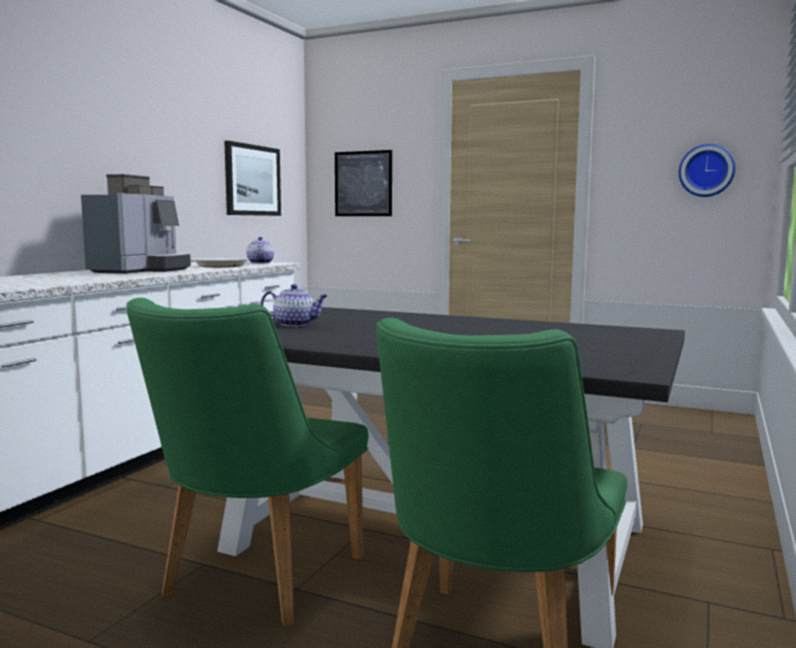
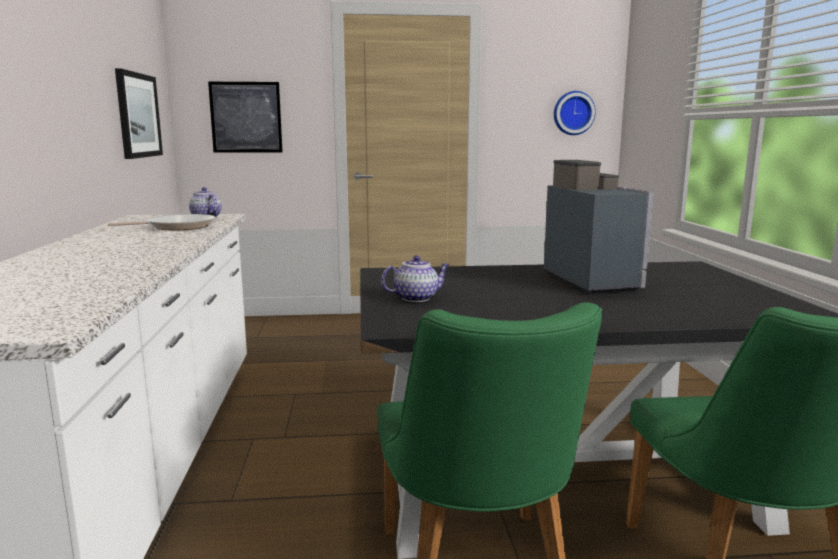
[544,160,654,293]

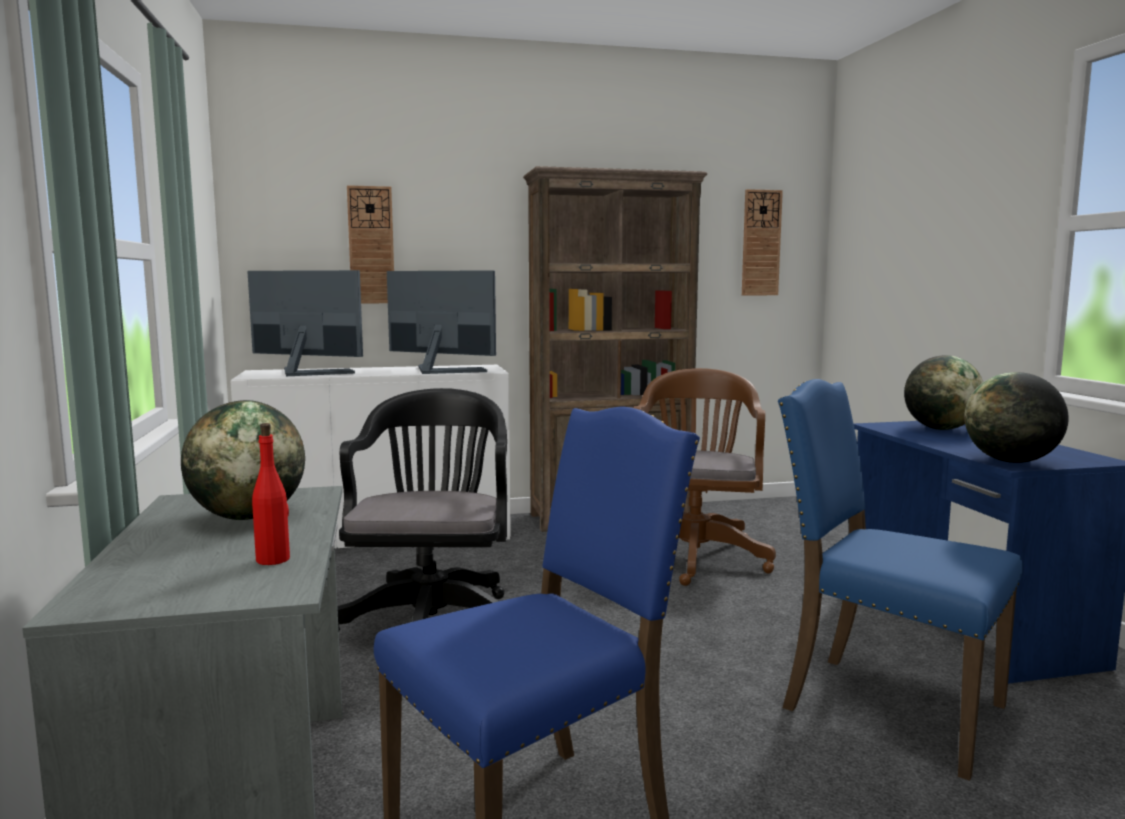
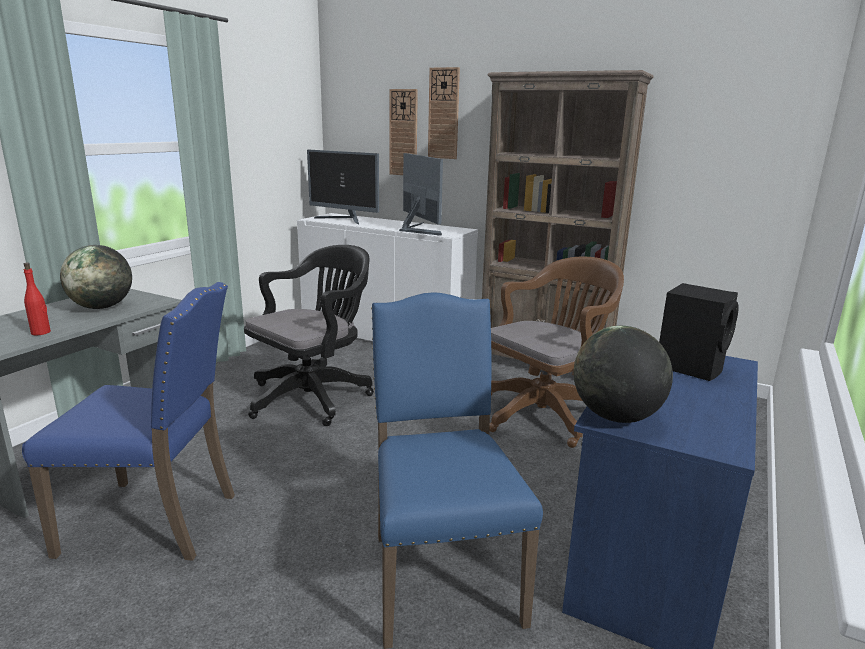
[428,67,460,159]
[659,283,738,381]
[307,150,379,225]

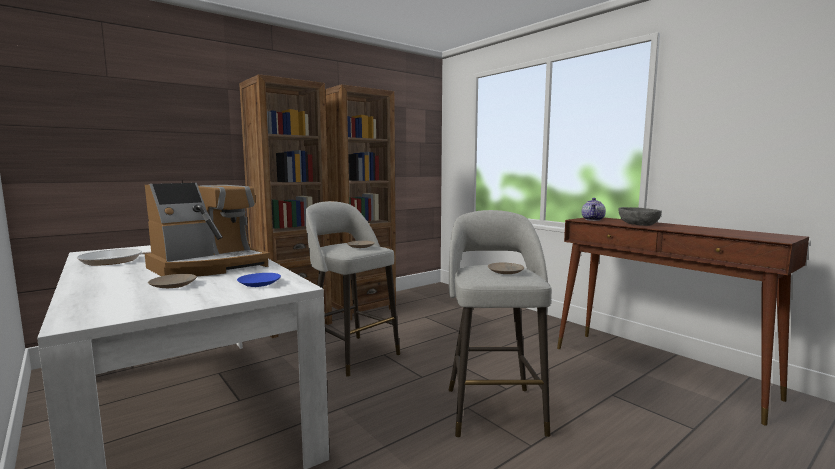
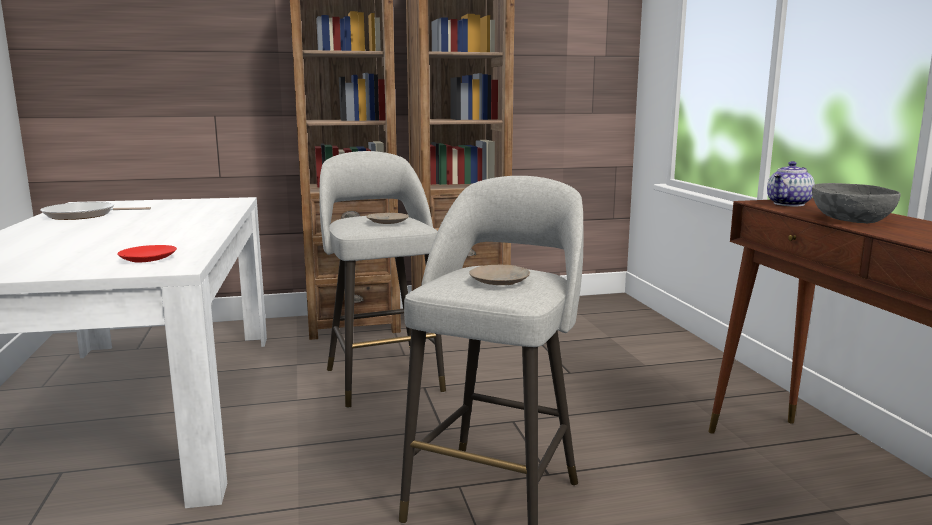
[145,183,270,276] (first image)
[148,274,197,288] (first image)
[117,245,177,263]

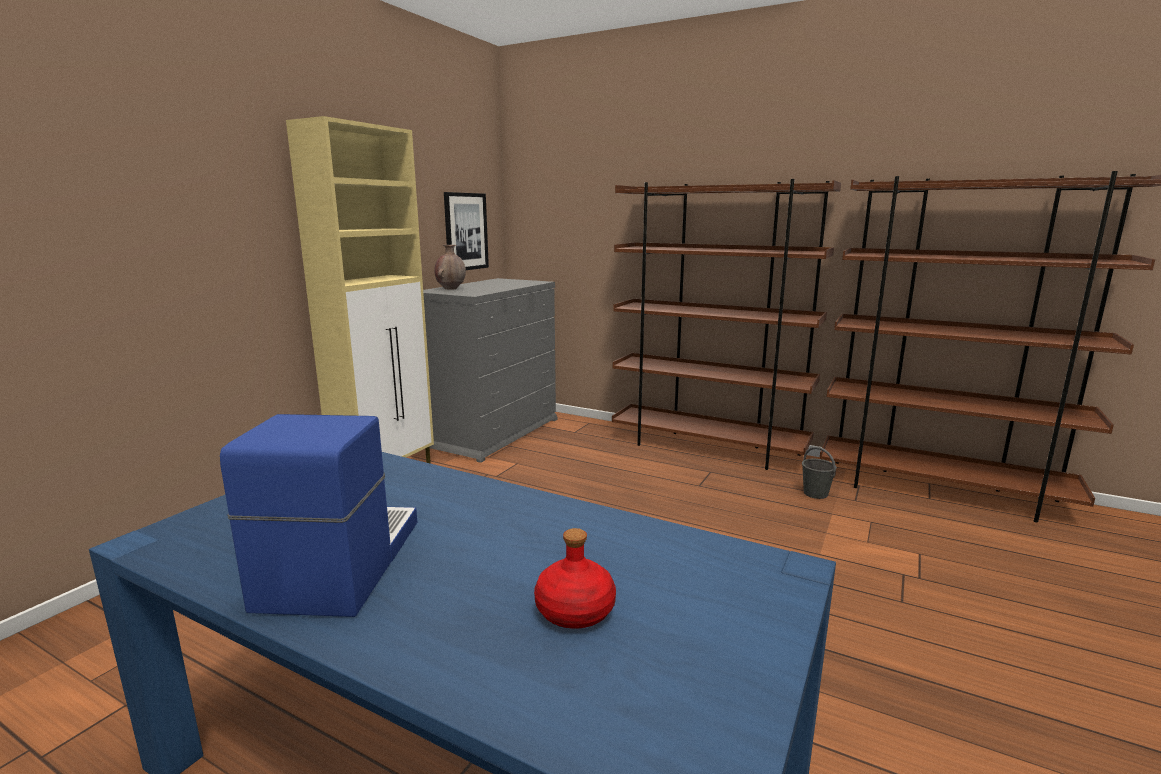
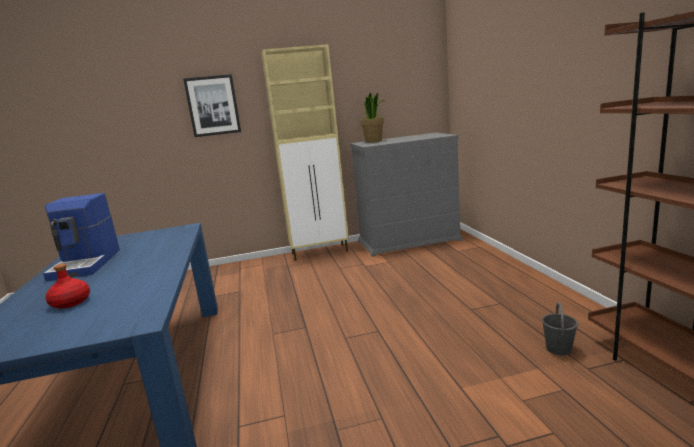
[612,179,841,470] (first image)
[183,74,241,137]
[360,93,386,143]
[43,193,120,281]

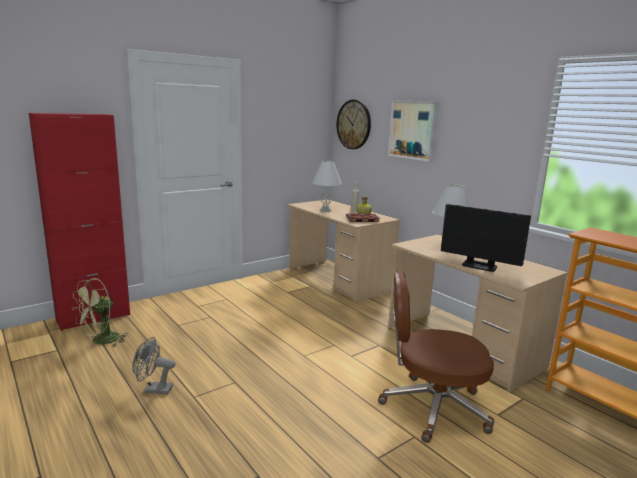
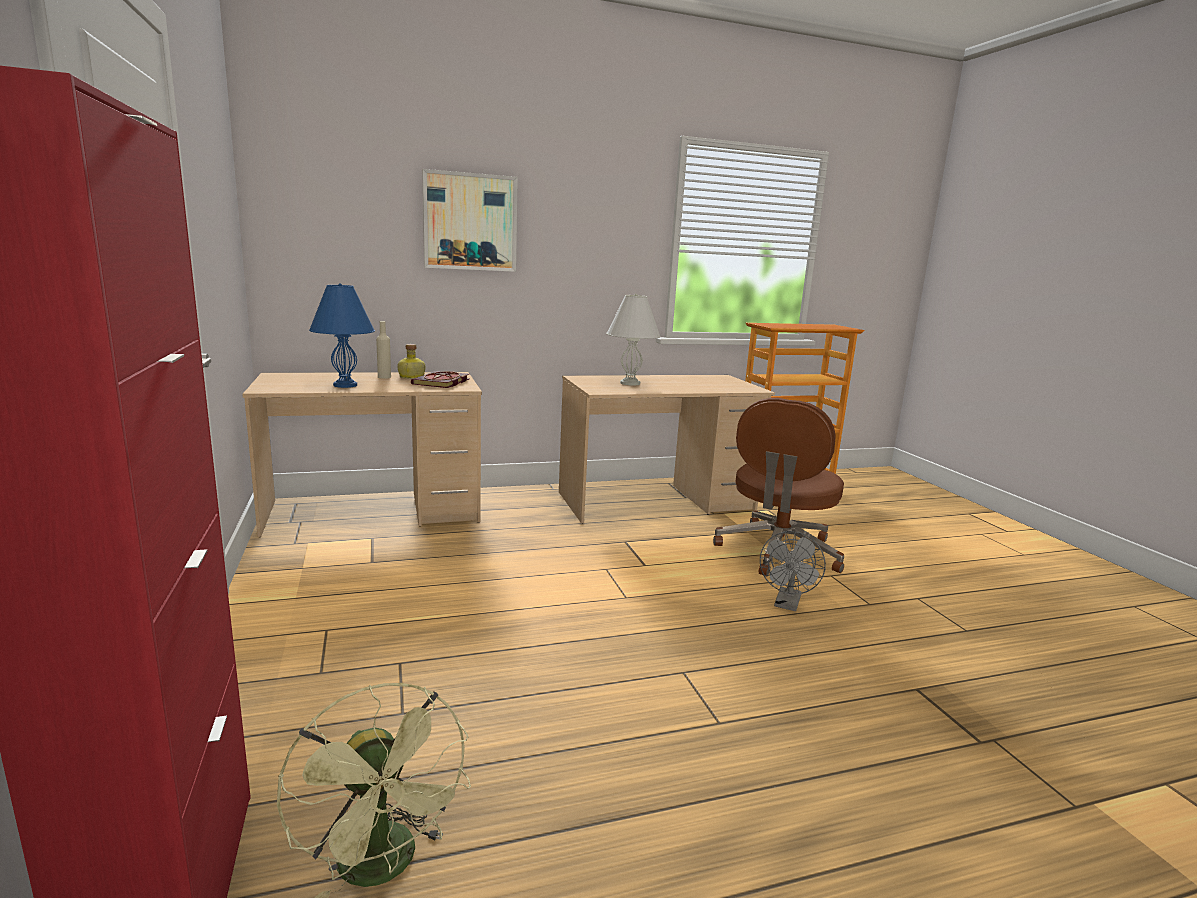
[337,99,371,149] (first image)
[441,204,531,272] (first image)
[760,531,826,611]
[309,283,375,388]

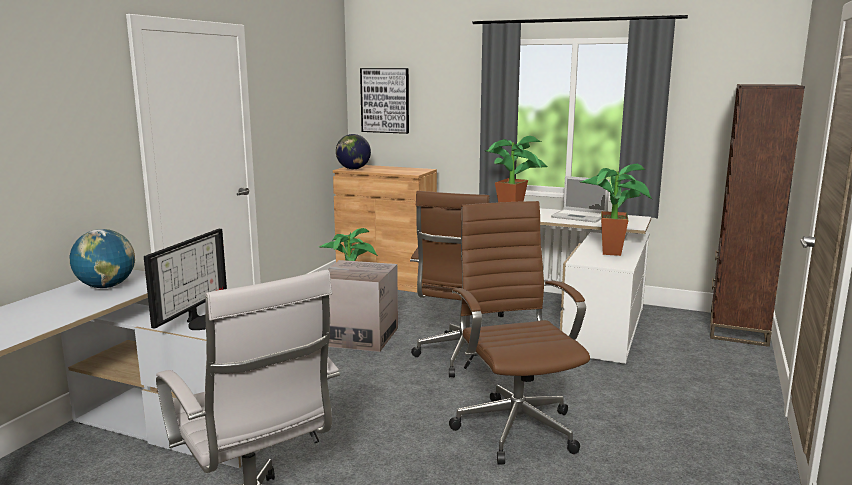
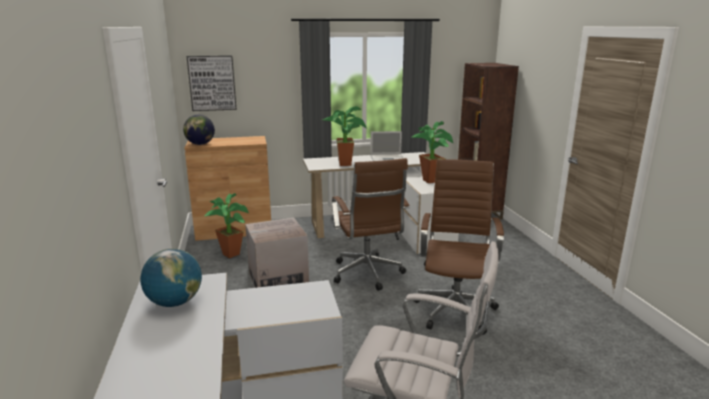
[144,229,227,330] (first image)
[414,159,504,335]

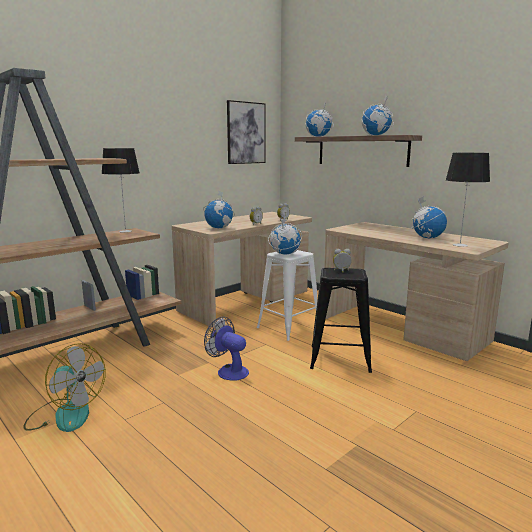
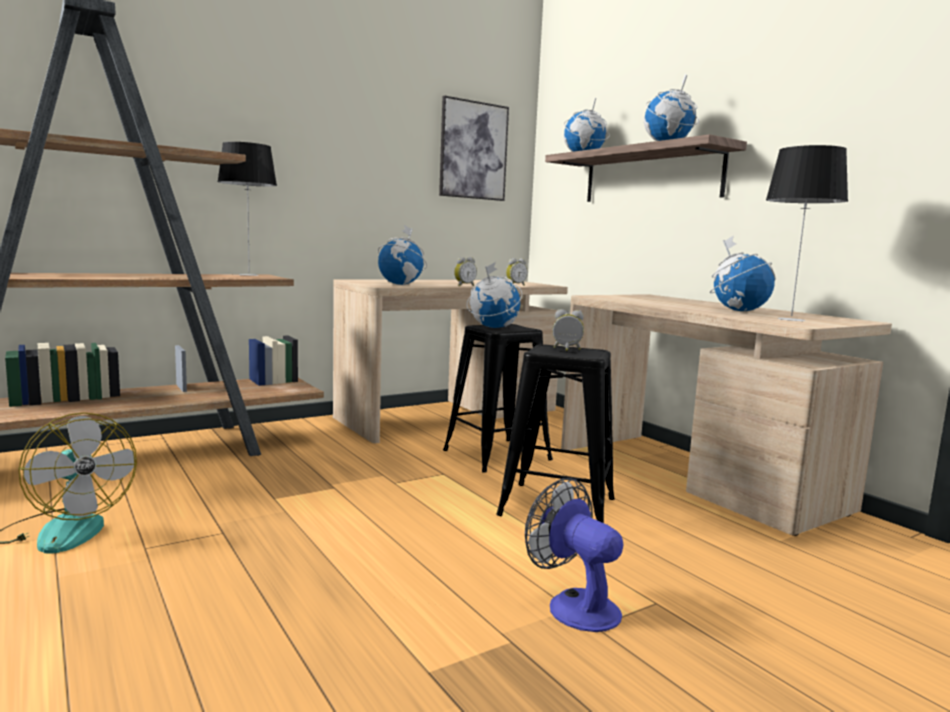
[525,478,624,632]
[443,324,553,473]

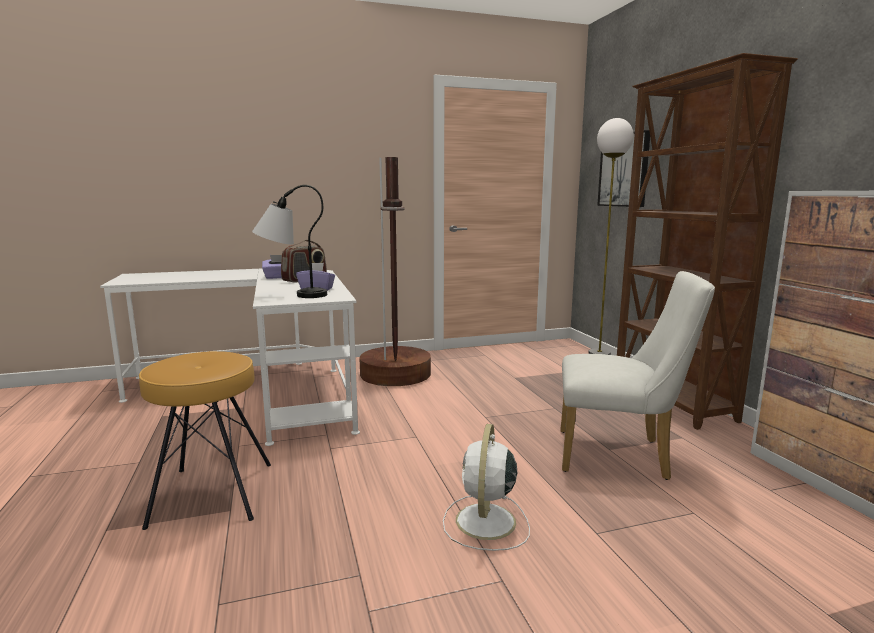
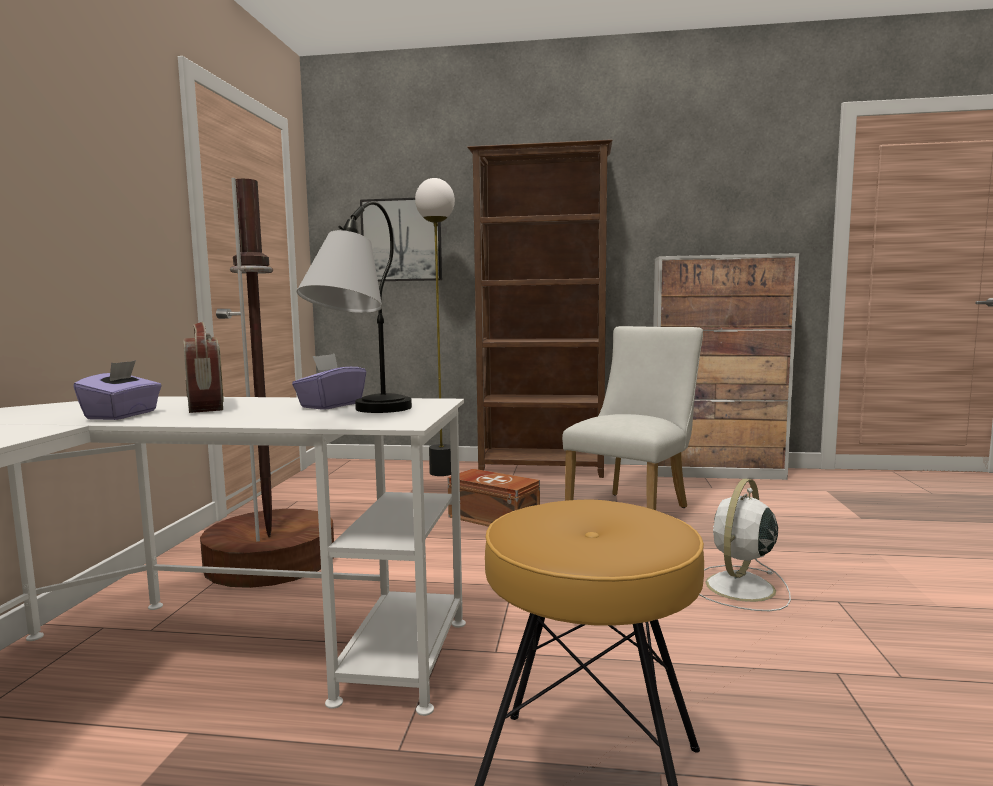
[448,469,540,527]
[699,479,791,611]

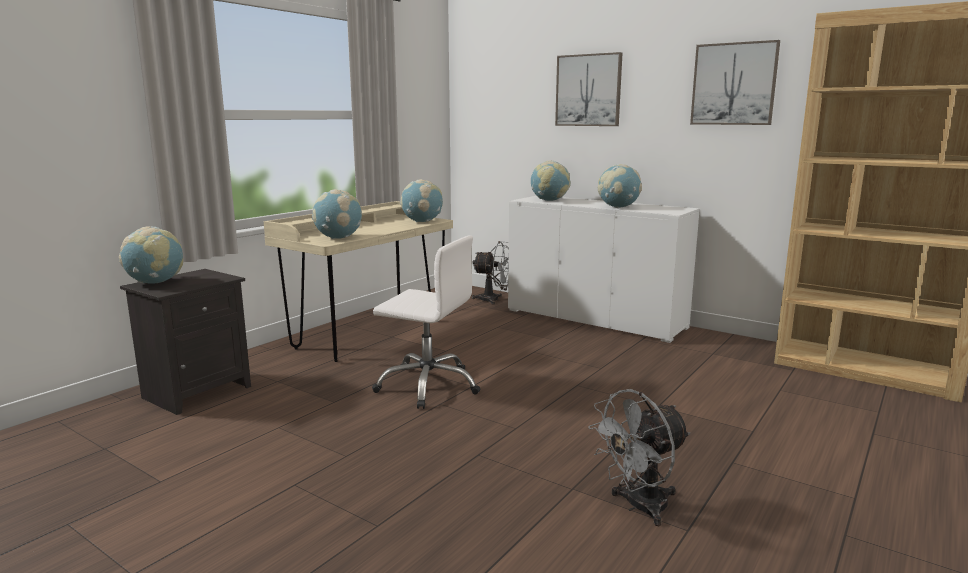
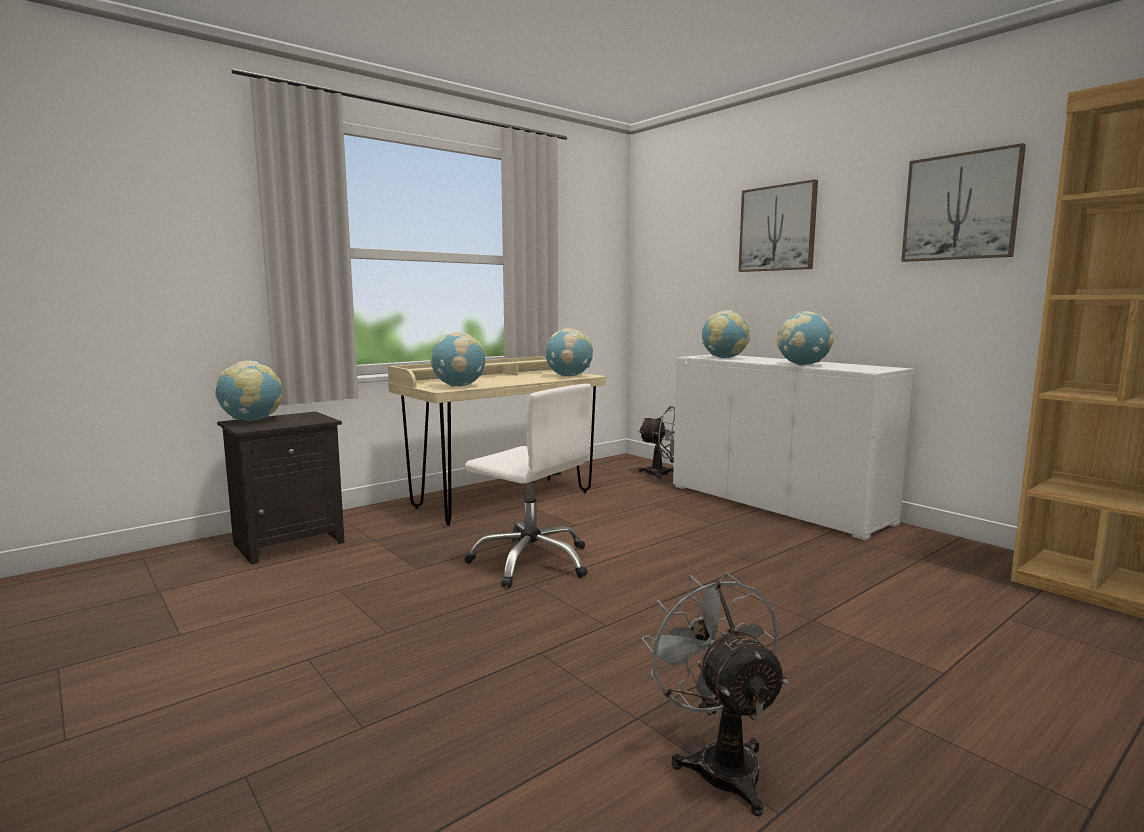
[642,573,788,816]

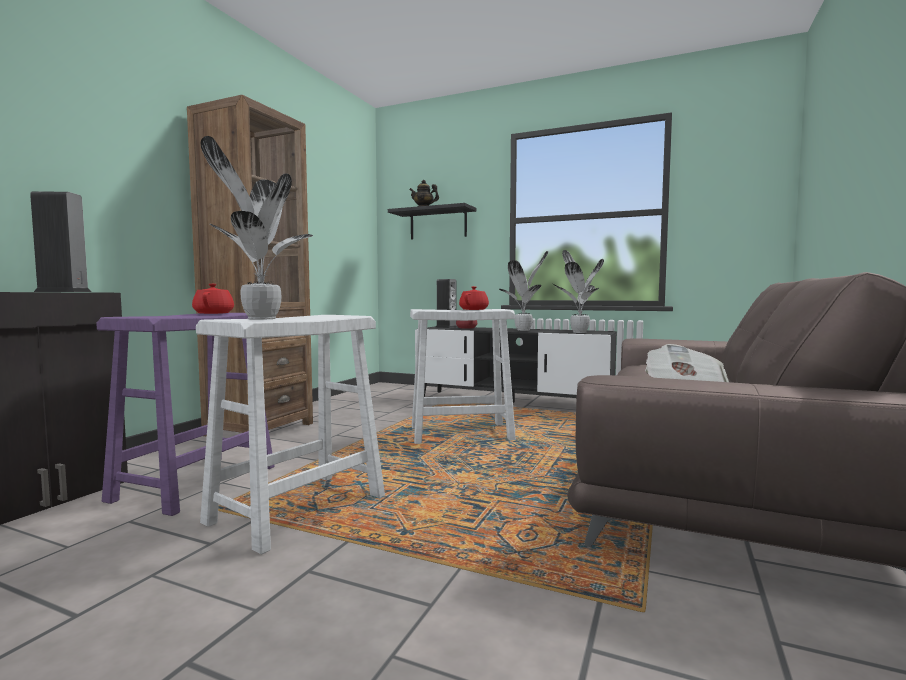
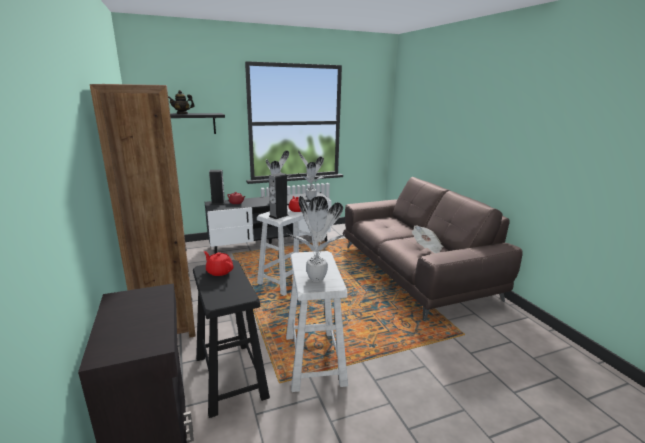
[269,173,289,219]
[193,260,270,418]

